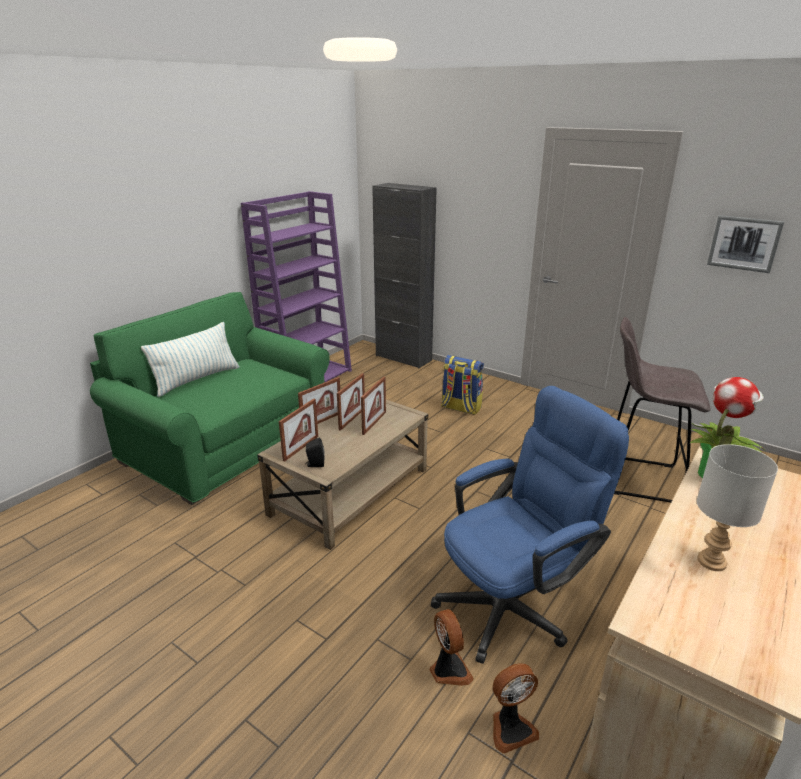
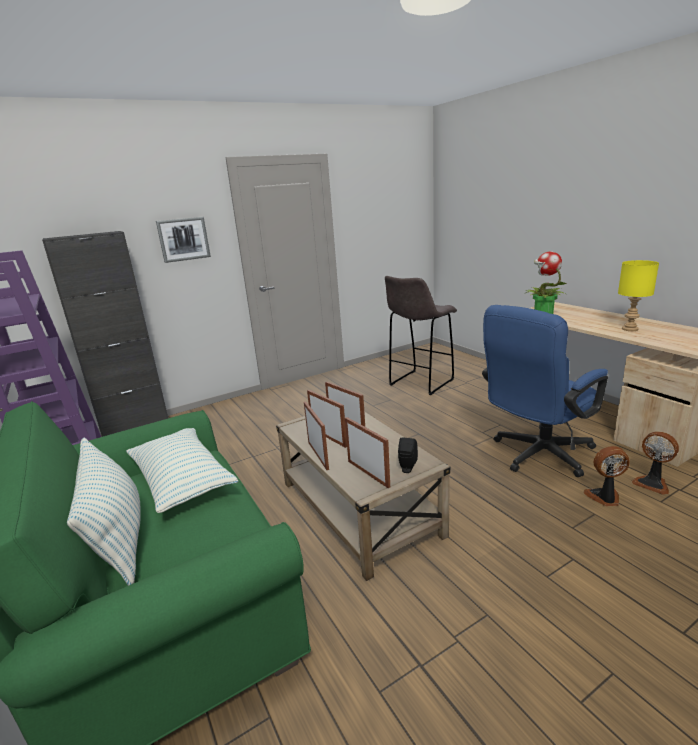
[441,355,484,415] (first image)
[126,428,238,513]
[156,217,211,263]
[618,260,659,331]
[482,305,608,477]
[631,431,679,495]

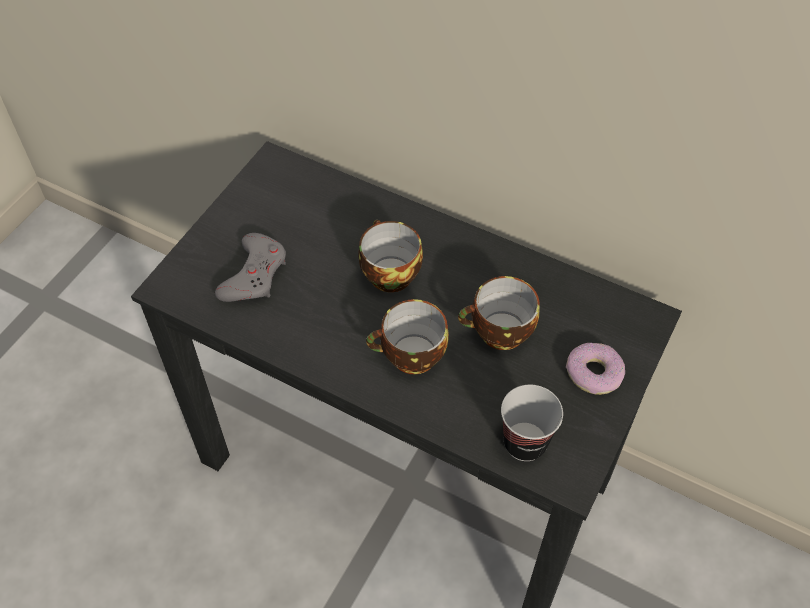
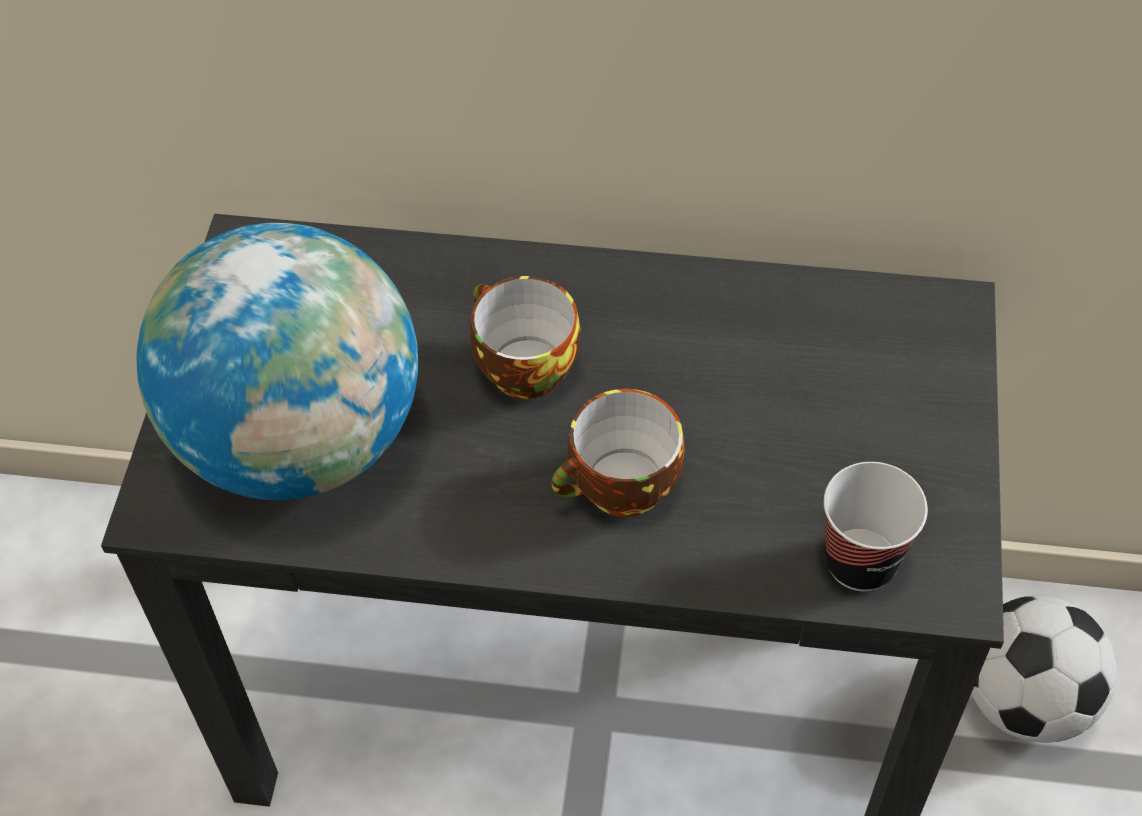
[458,276,540,350] (first image)
[566,342,625,395] (first image)
[971,596,1117,743]
[136,223,418,500]

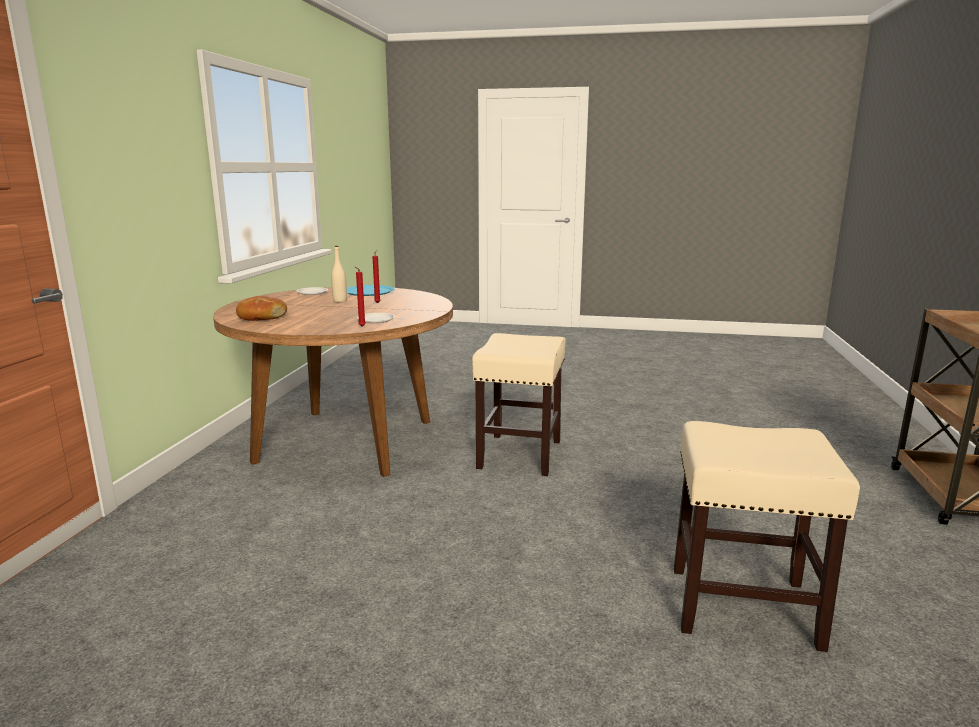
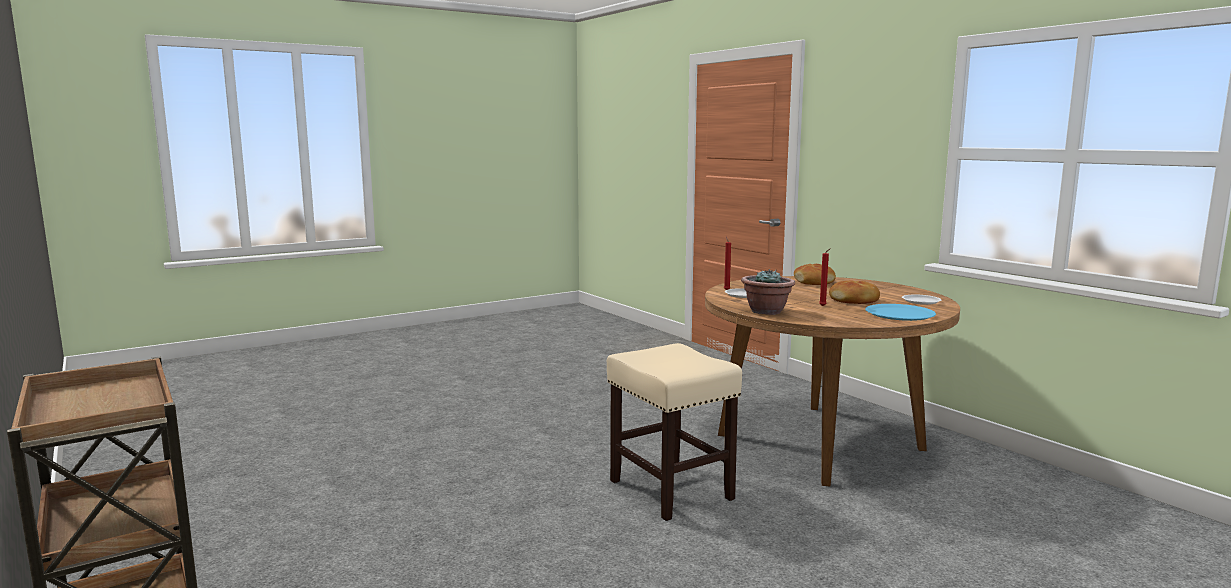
[674,421,860,652] (first image)
[741,269,795,315]
[829,280,880,304]

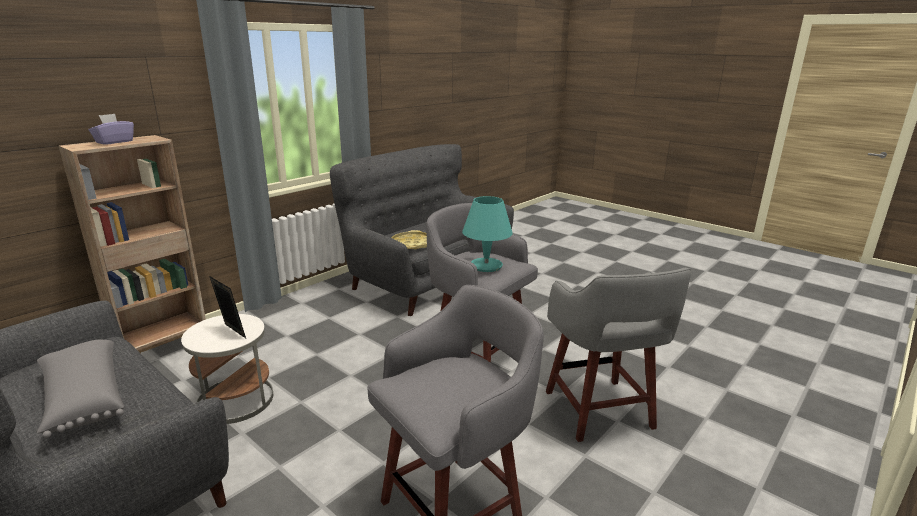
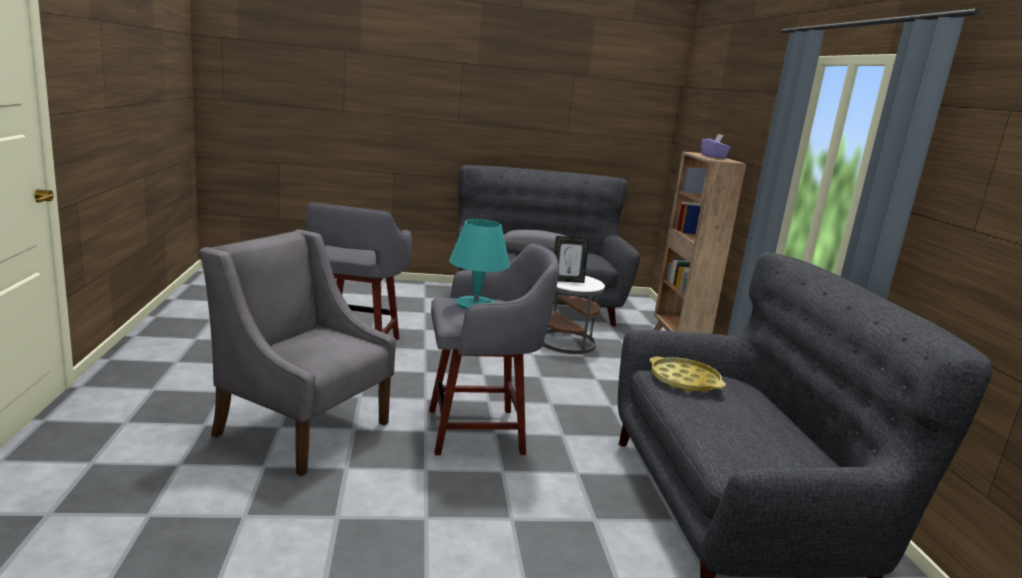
[199,229,396,476]

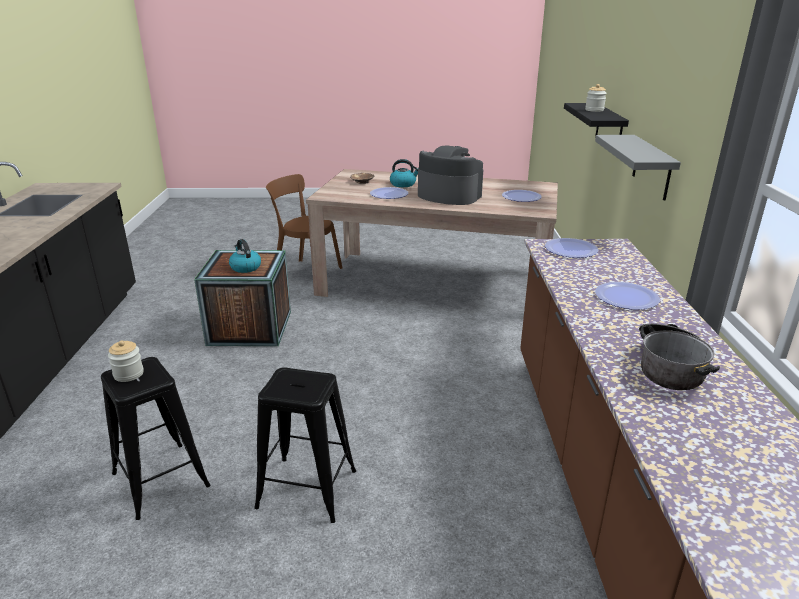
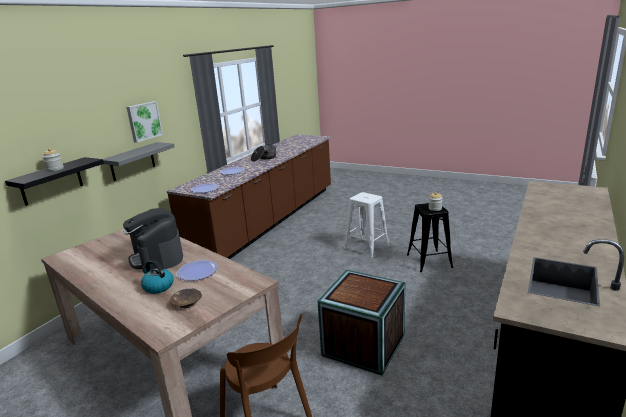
[229,239,261,273] (first image)
[502,190,542,202] (first image)
[127,101,163,143]
[344,192,390,257]

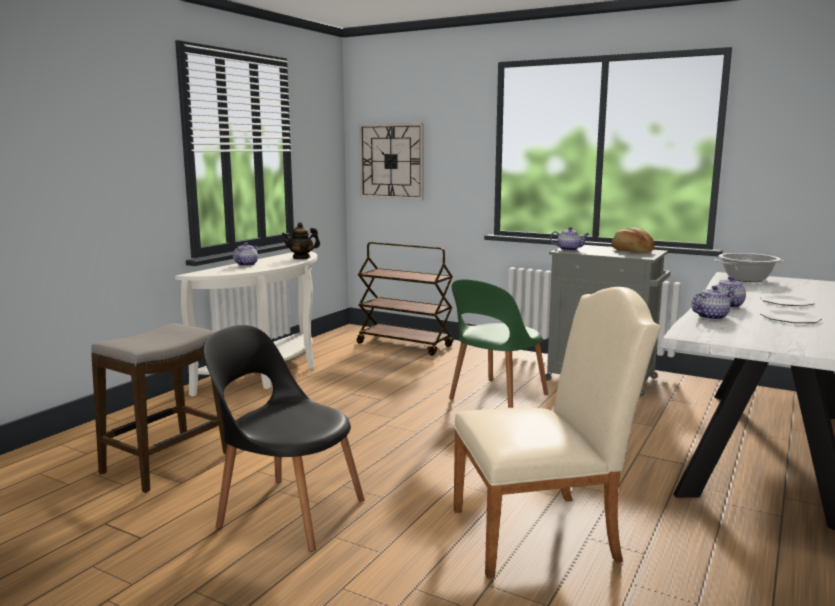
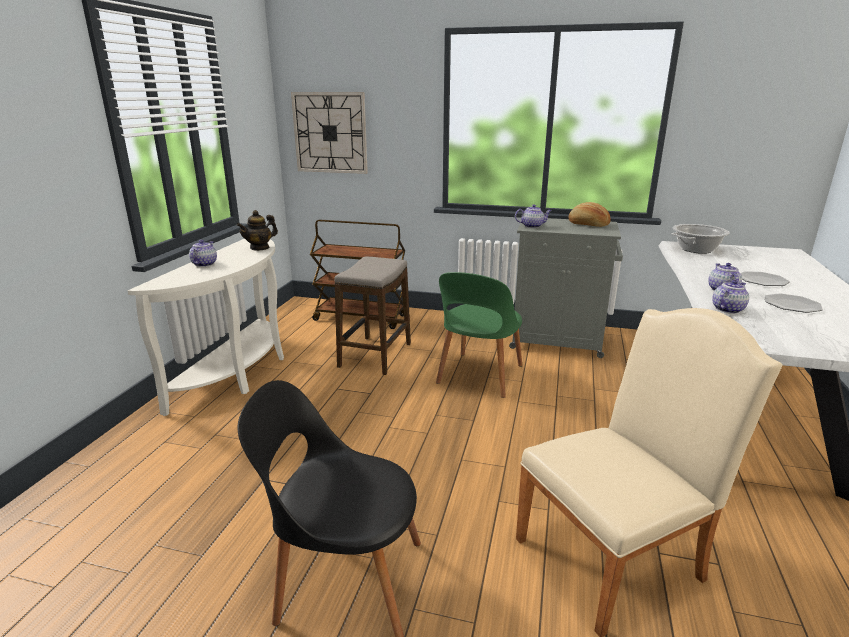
[334,257,411,375]

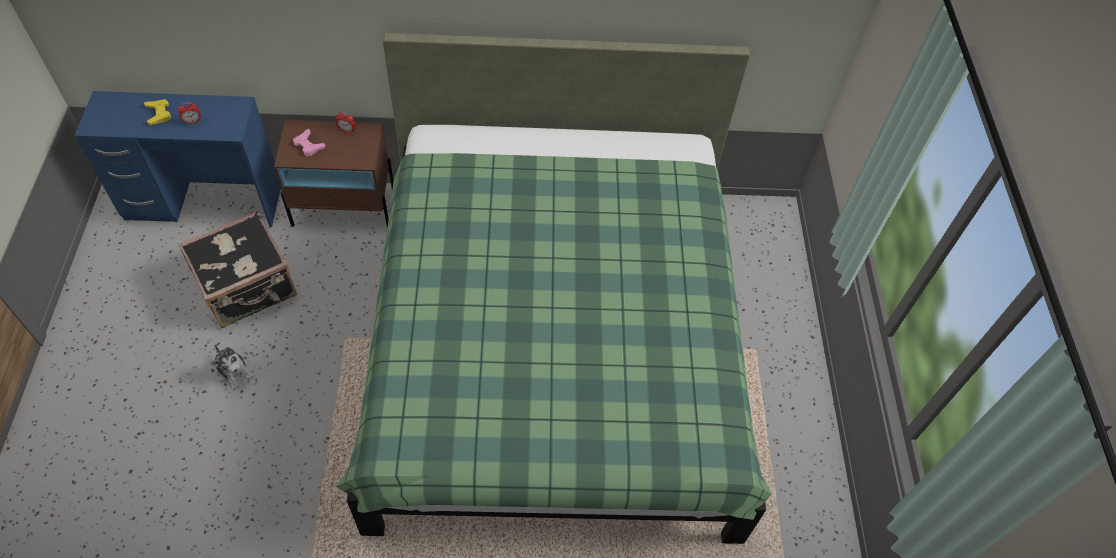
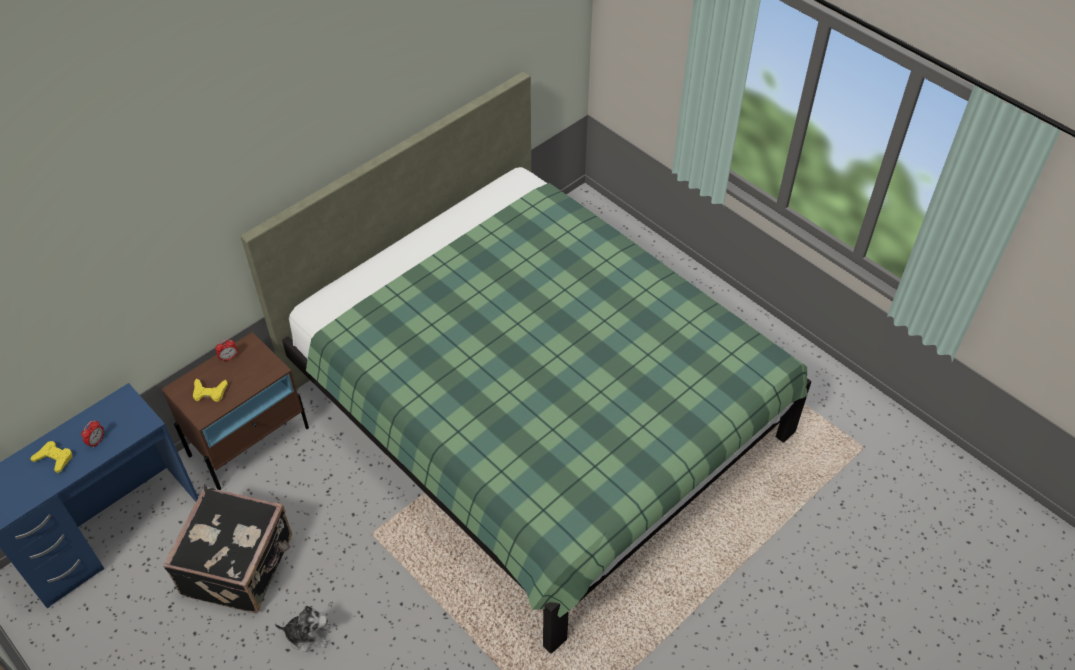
[193,379,228,402]

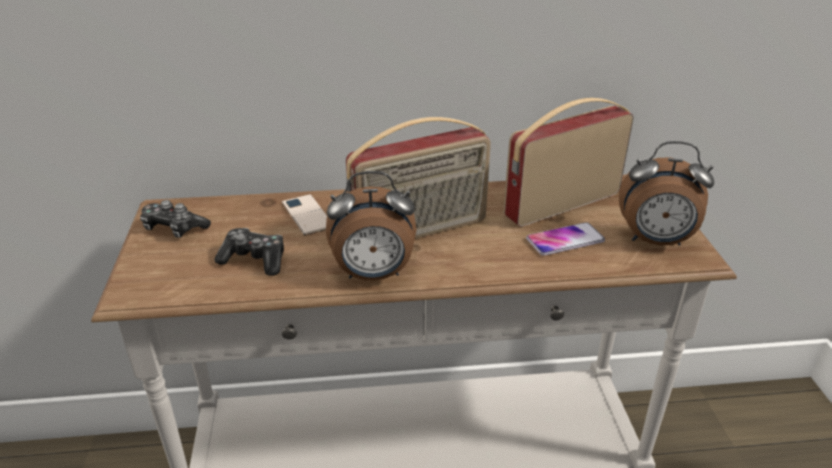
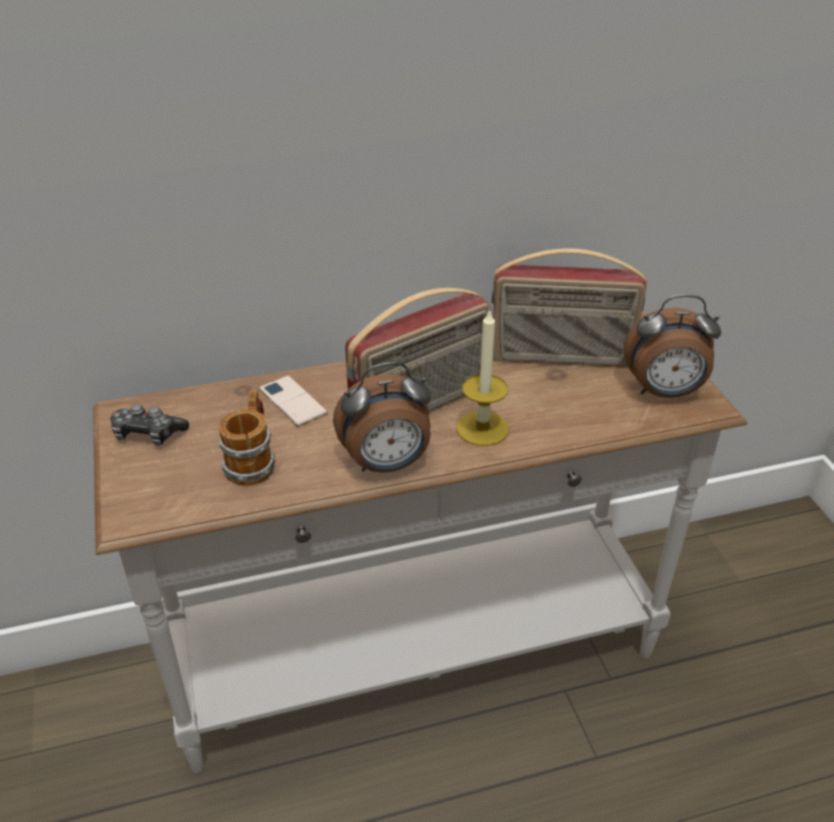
[526,222,605,256] (first image)
[457,309,509,446]
[218,390,275,486]
[491,248,647,368]

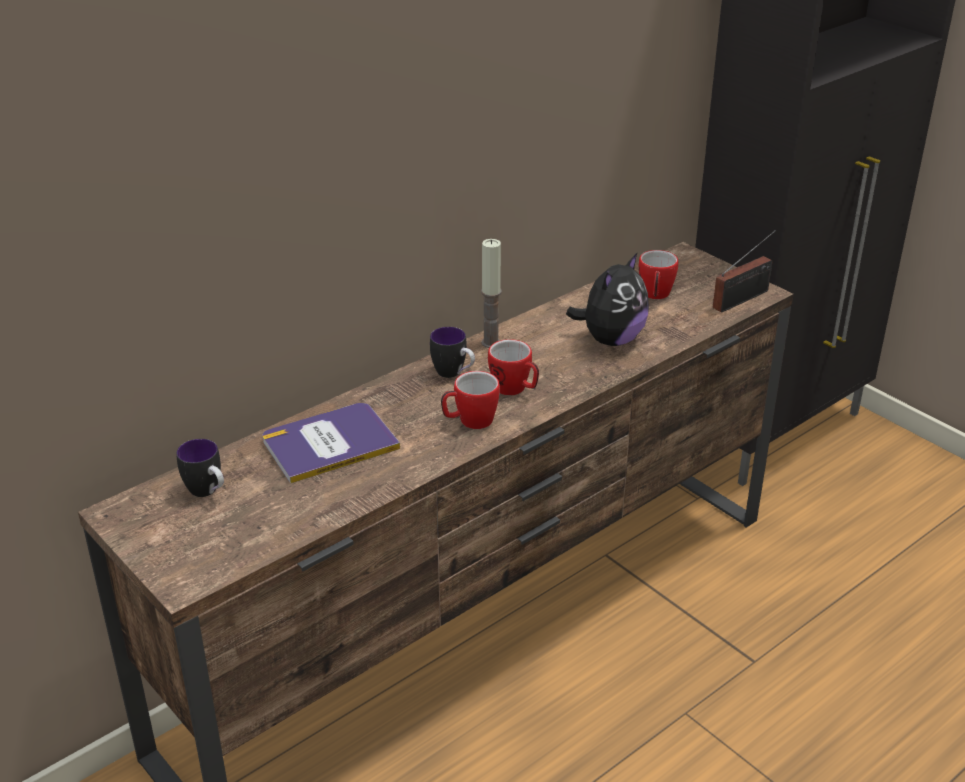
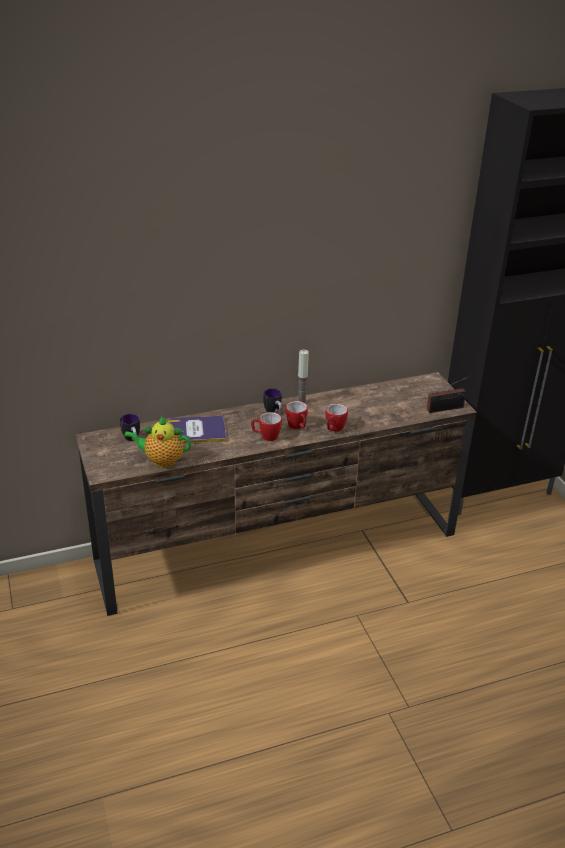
[566,253,649,346] (first image)
[124,416,191,468]
[326,403,348,432]

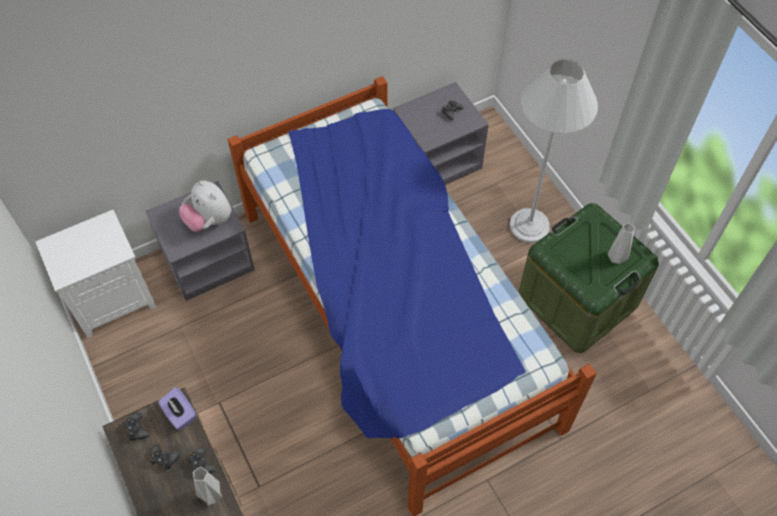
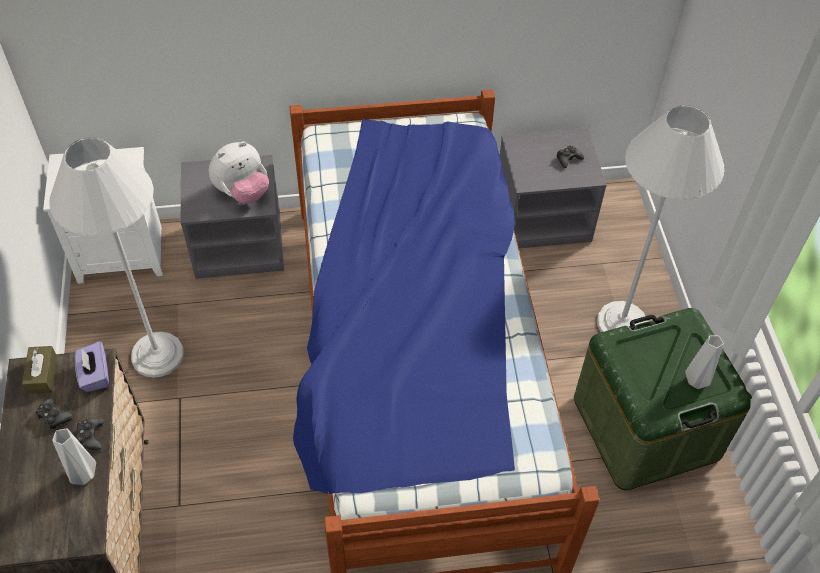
[49,138,184,378]
[22,346,57,394]
[209,141,269,204]

